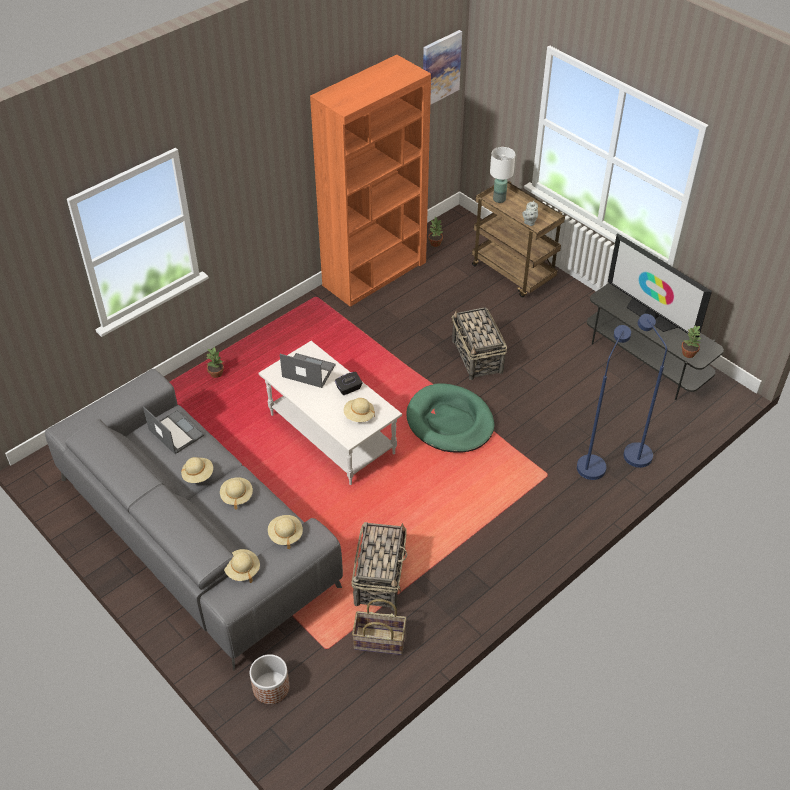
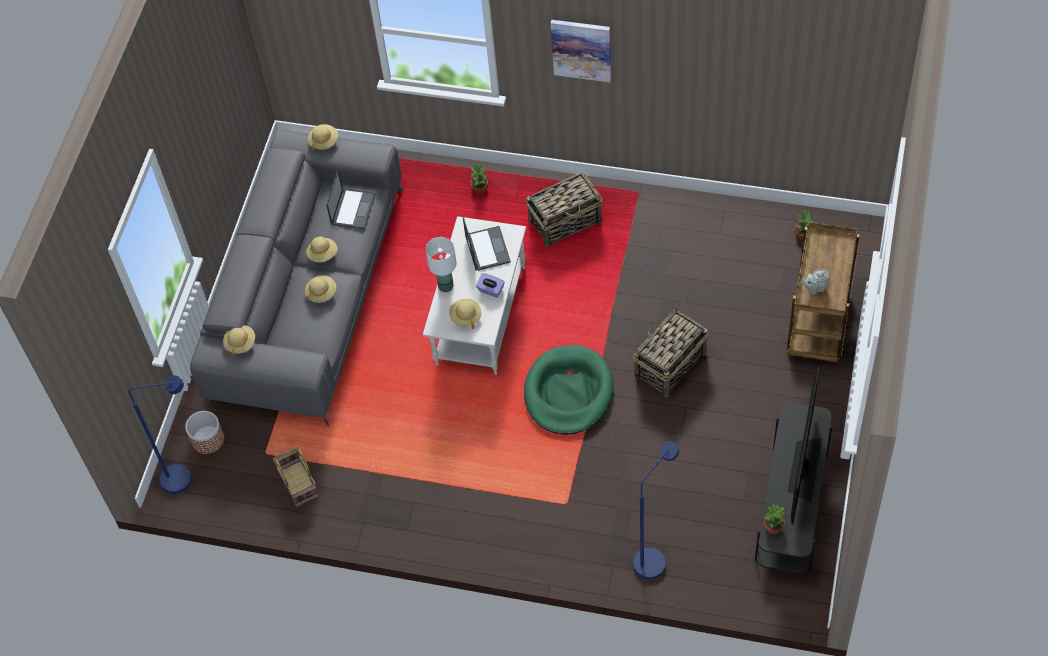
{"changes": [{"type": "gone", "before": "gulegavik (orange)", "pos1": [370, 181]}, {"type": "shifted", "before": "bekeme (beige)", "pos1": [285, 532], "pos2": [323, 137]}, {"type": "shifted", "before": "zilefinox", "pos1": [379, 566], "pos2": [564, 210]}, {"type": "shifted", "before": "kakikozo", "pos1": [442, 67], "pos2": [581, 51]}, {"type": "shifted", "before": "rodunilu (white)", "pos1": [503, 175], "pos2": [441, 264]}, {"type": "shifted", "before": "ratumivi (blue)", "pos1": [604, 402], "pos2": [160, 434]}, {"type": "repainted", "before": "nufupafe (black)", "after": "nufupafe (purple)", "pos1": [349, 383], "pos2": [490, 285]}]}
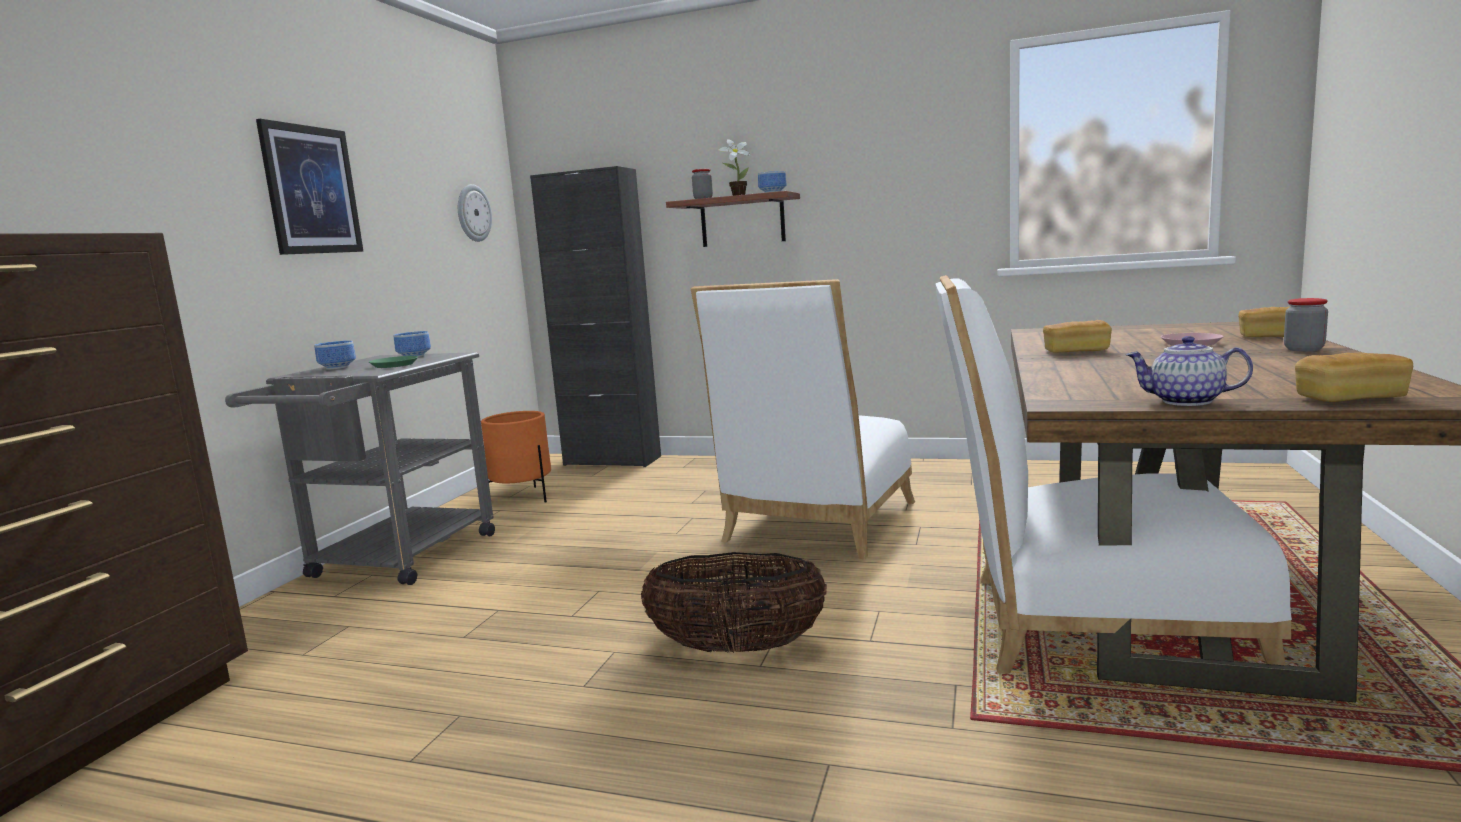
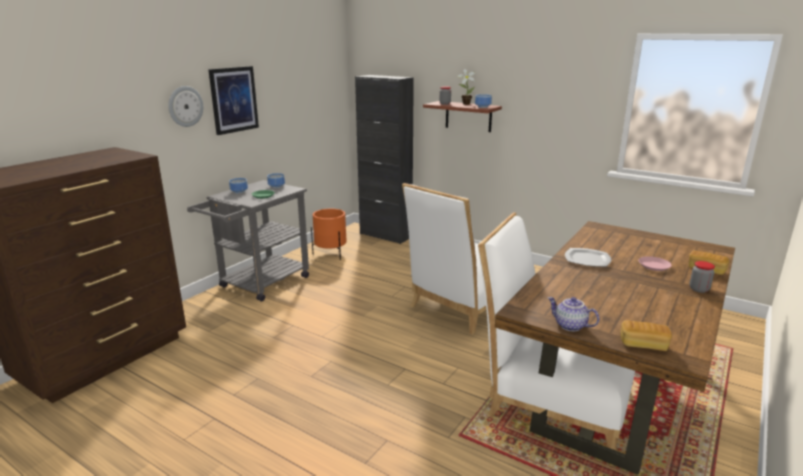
{"changes": [{"type": "gone", "before": "zilefinox", "pos1": [734, 602]}, {"type": "shifted", "before": "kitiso", "pos1": [475, 213], "pos2": [185, 106]}, {"type": "swapped", "before": "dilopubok", "after": "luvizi", "pos1": [1077, 336], "pos2": [588, 257]}]}
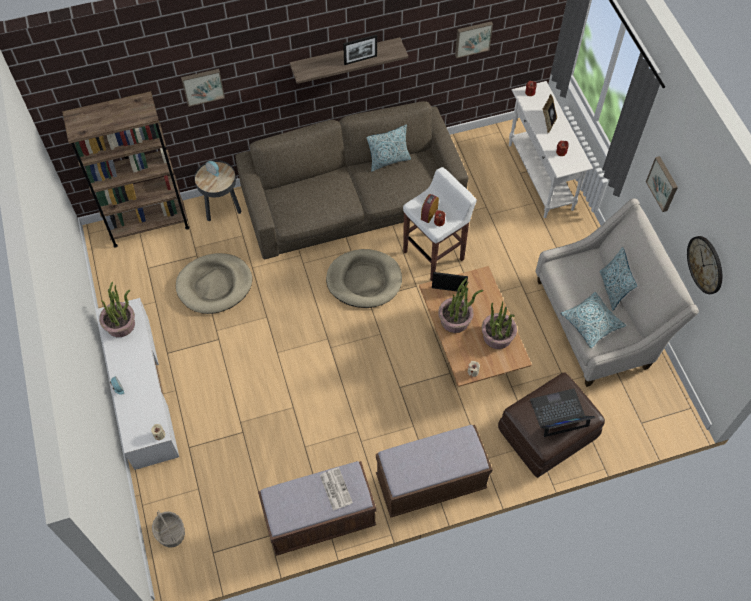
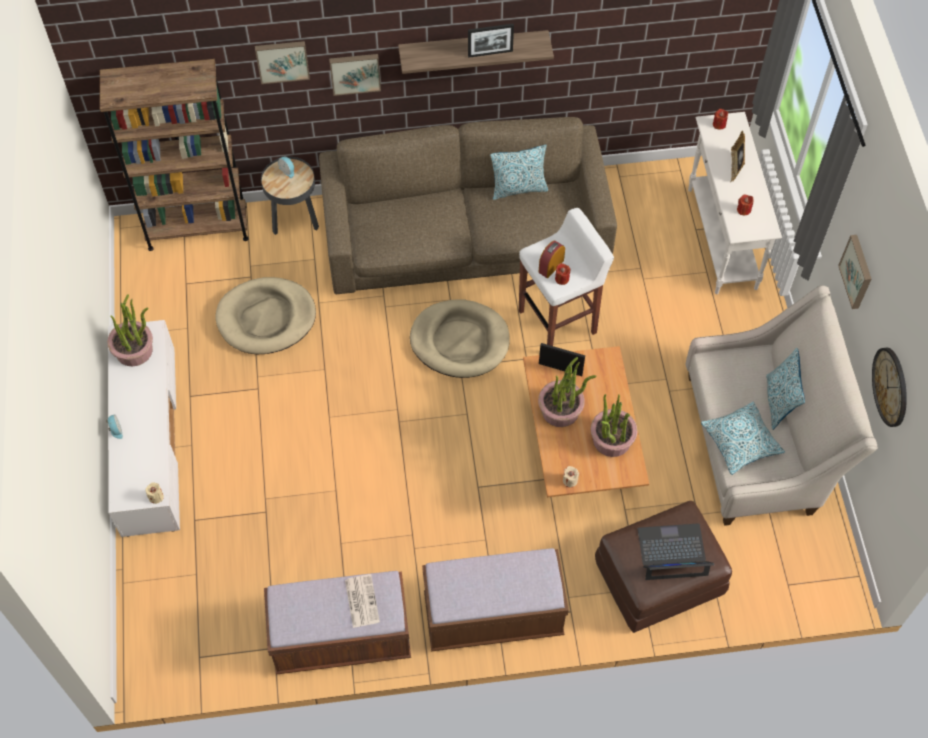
{"changes": [{"type": "gone", "before": "zilefinox", "pos1": [168, 529]}, {"type": "shifted", "before": "kakikozo", "pos1": [474, 39], "pos2": [355, 75]}]}
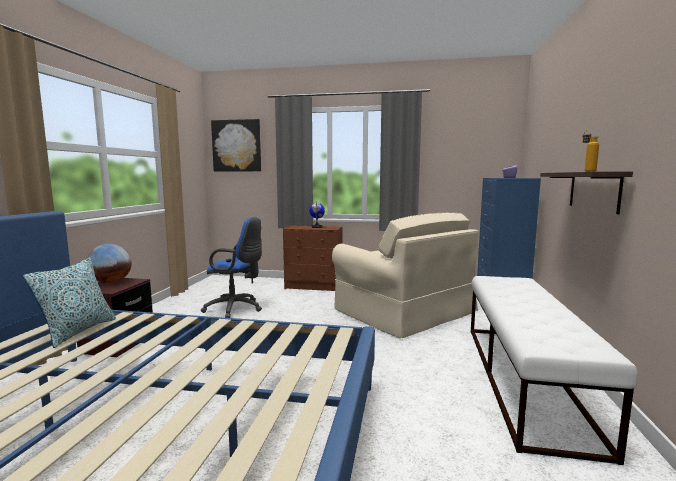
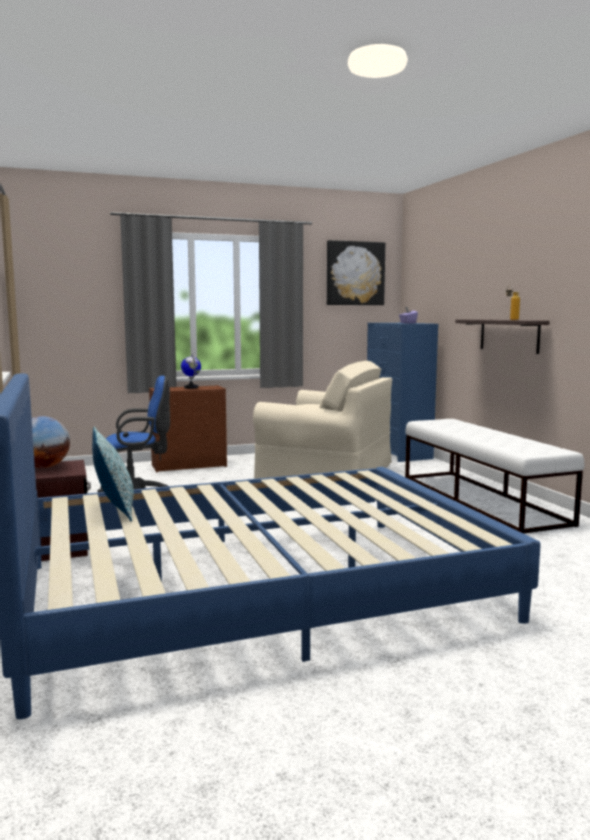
{"changes": [{"type": "shifted", "before": "kakikozo", "pos1": [236, 145], "pos2": [356, 272]}]}
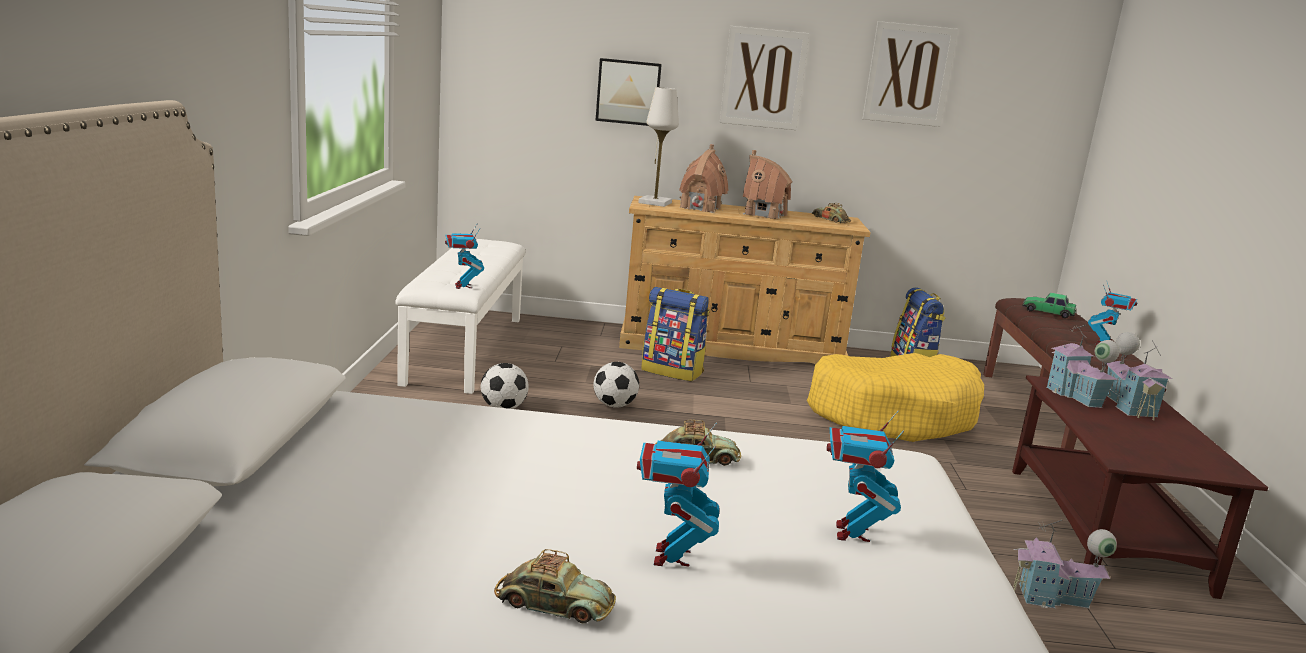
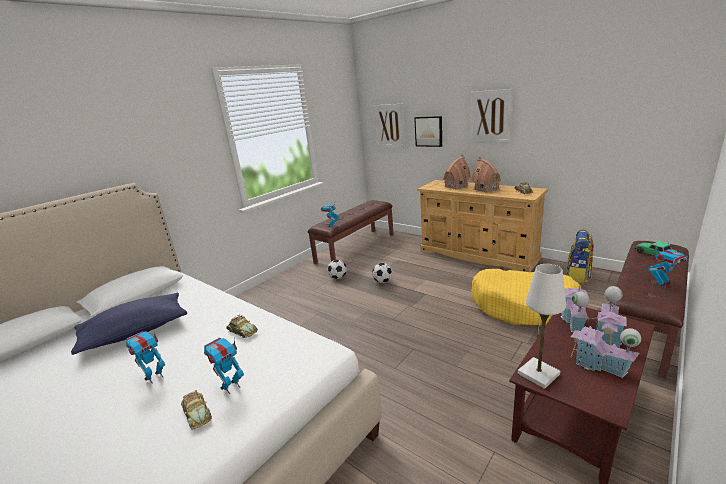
{"changes": [{"type": "gone", "before": "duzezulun", "pos1": [675, 334]}, {"type": "new", "after": "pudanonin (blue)", "pos2": [129, 324]}, {"type": "shifted", "before": "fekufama", "pos1": [555, 586], "pos2": [196, 409]}, {"type": "shifted", "before": "rodunilu (white)", "pos1": [658, 147], "pos2": [542, 326]}, {"type": "shifted", "before": "kakikozo", "pos1": [910, 74], "pos2": [389, 126]}, {"type": "shifted", "before": "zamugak", "pos1": [1065, 564], "pos2": [606, 347]}, {"type": "repainted", "before": "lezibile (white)", "after": "lezibile (brown)", "pos1": [460, 316], "pos2": [351, 232]}]}
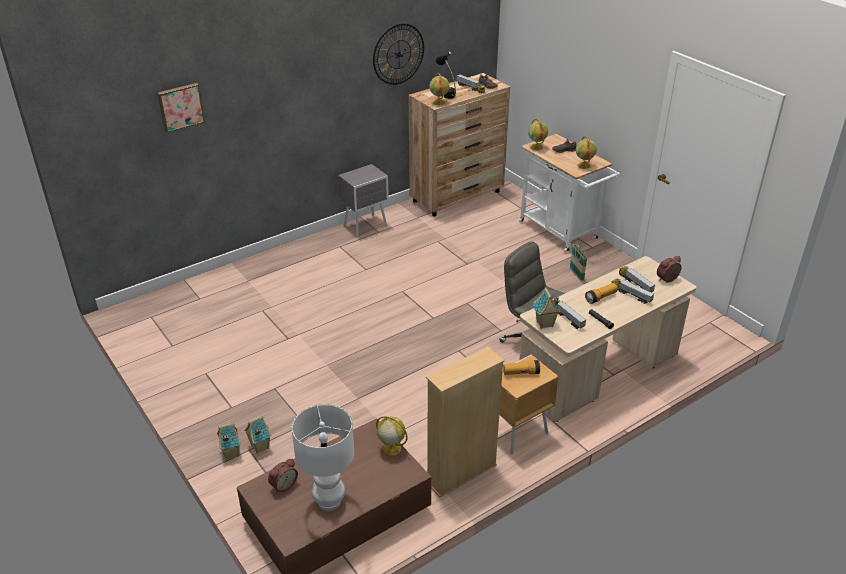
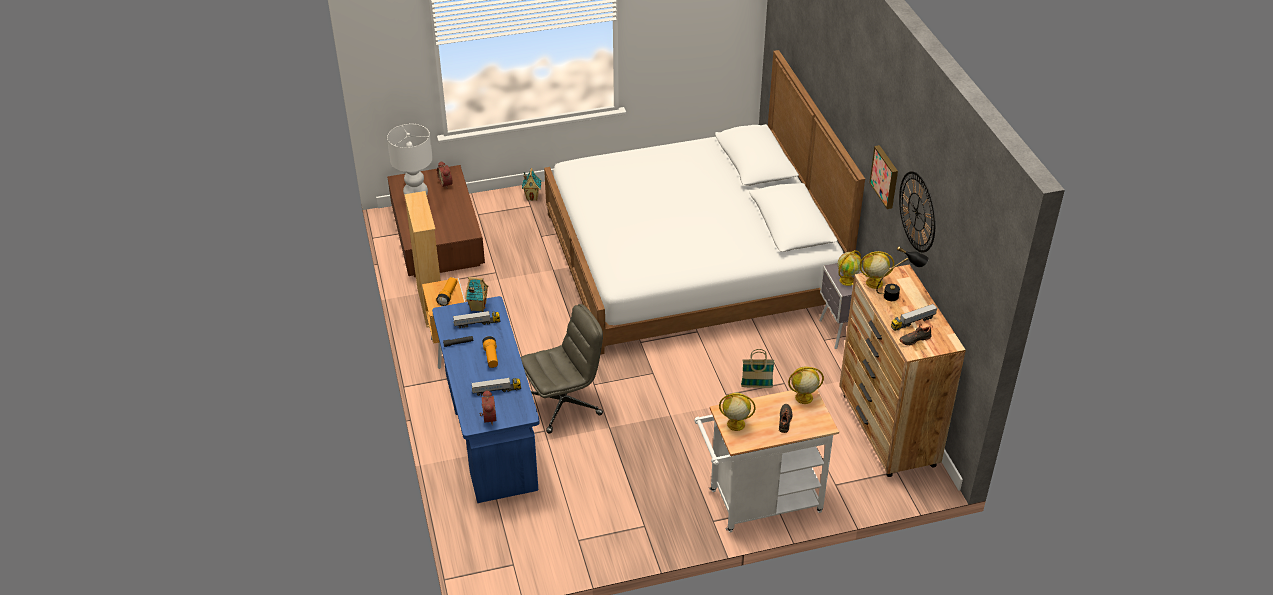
{"changes": [{"type": "gone", "before": "zamugak", "pos1": [258, 435]}, {"type": "gone", "before": "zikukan", "pos1": [633, 291]}, {"type": "new", "after": "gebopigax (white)", "pos2": [704, 202]}, {"type": "shifted", "before": "kakikozo", "pos1": [181, 108], "pos2": [883, 177]}, {"type": "shifted", "before": "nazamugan", "pos1": [392, 436], "pos2": [850, 268]}, {"type": "shifted", "before": "zilefinox", "pos1": [578, 260], "pos2": [758, 368]}, {"type": "repainted", "before": "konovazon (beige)", "after": "konovazon (blue)", "pos1": [607, 339], "pos2": [486, 399]}]}
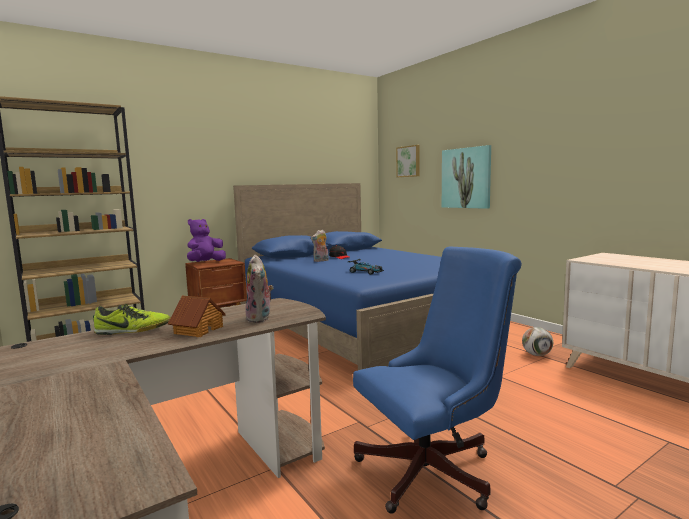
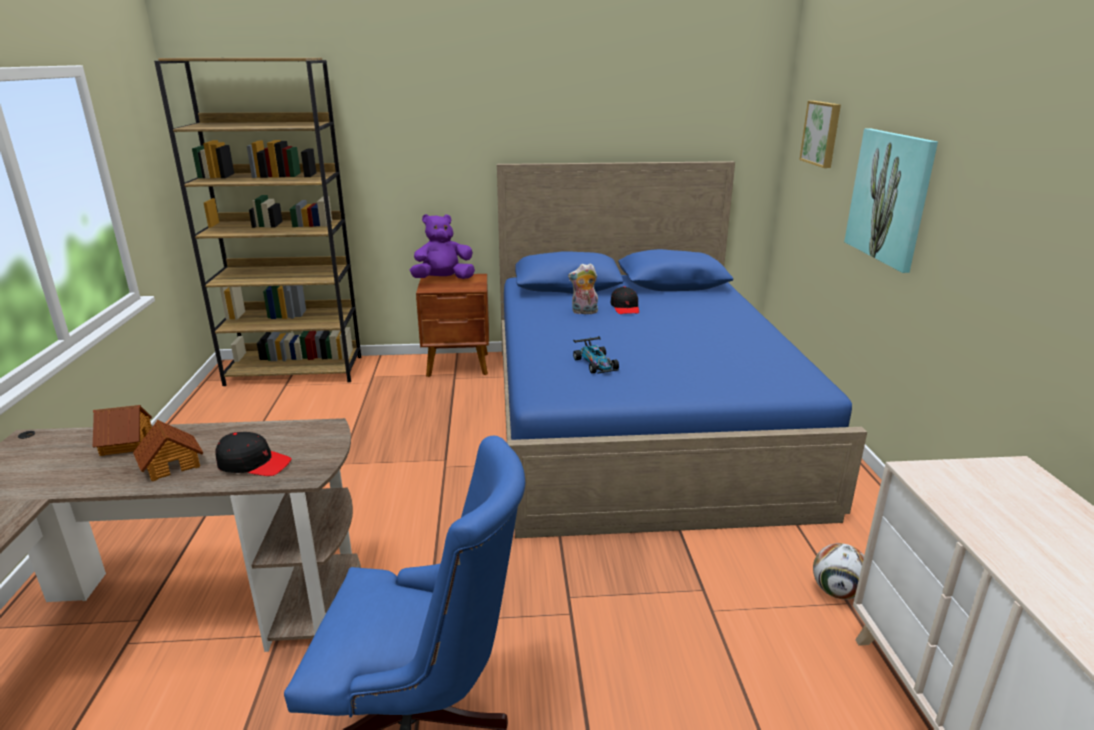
{"changes": [{"type": "swapped", "before": "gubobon", "after": "zamugak", "pos1": [132, 319], "pos2": [122, 430]}, {"type": "swapped", "before": "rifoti", "after": "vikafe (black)", "pos1": [259, 289], "pos2": [253, 454]}]}
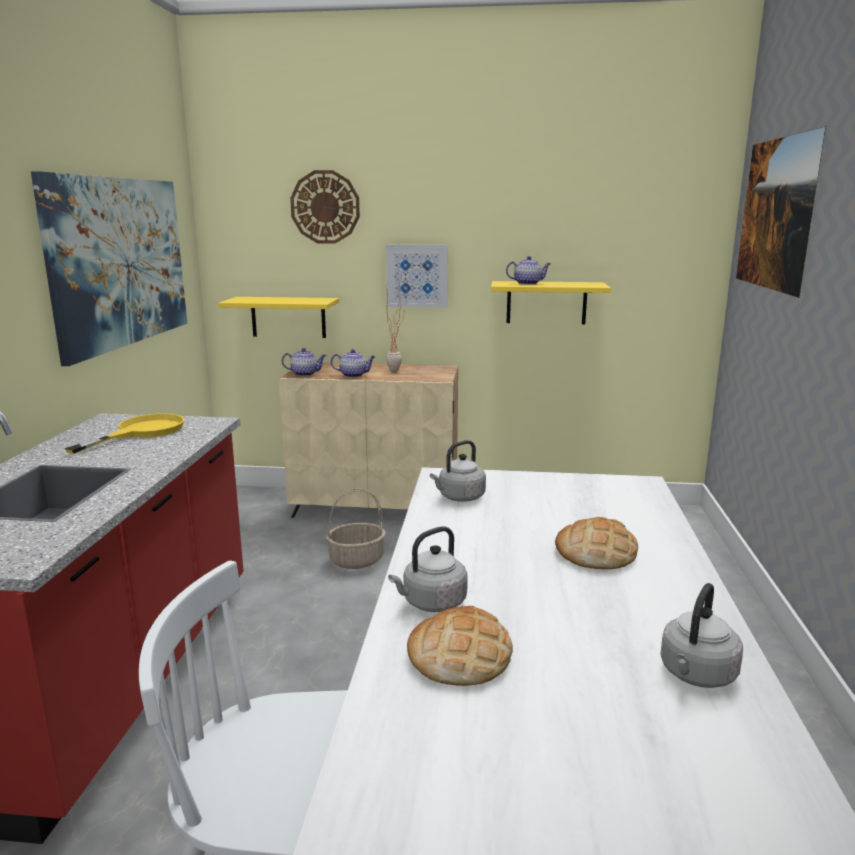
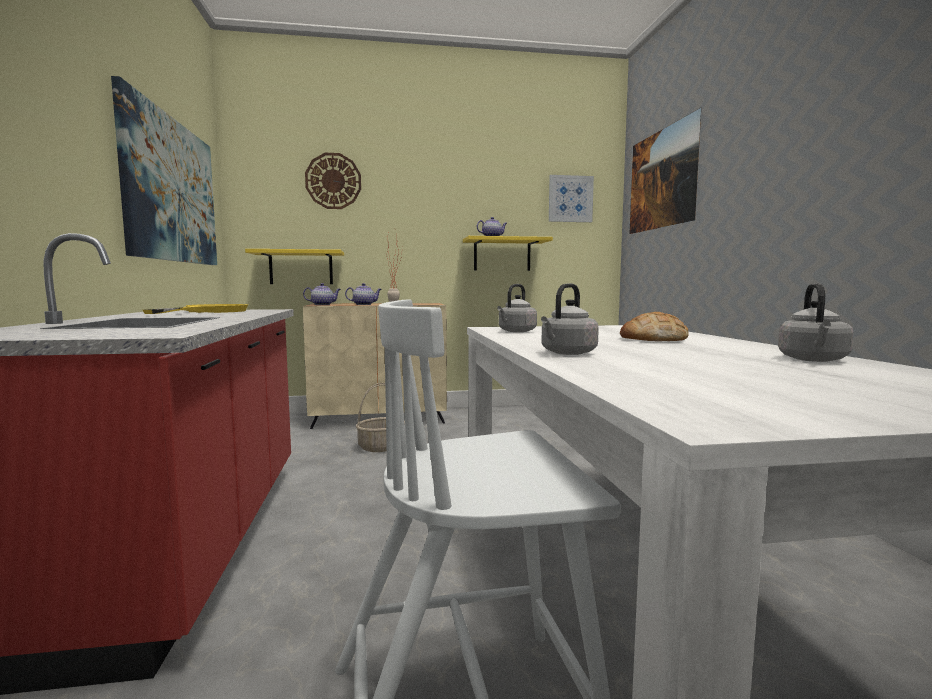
{"changes": [{"type": "gone", "before": "dilopubok", "pos1": [460, 646]}, {"type": "shifted", "before": "kakikozo", "pos1": [417, 276], "pos2": [571, 198]}]}
